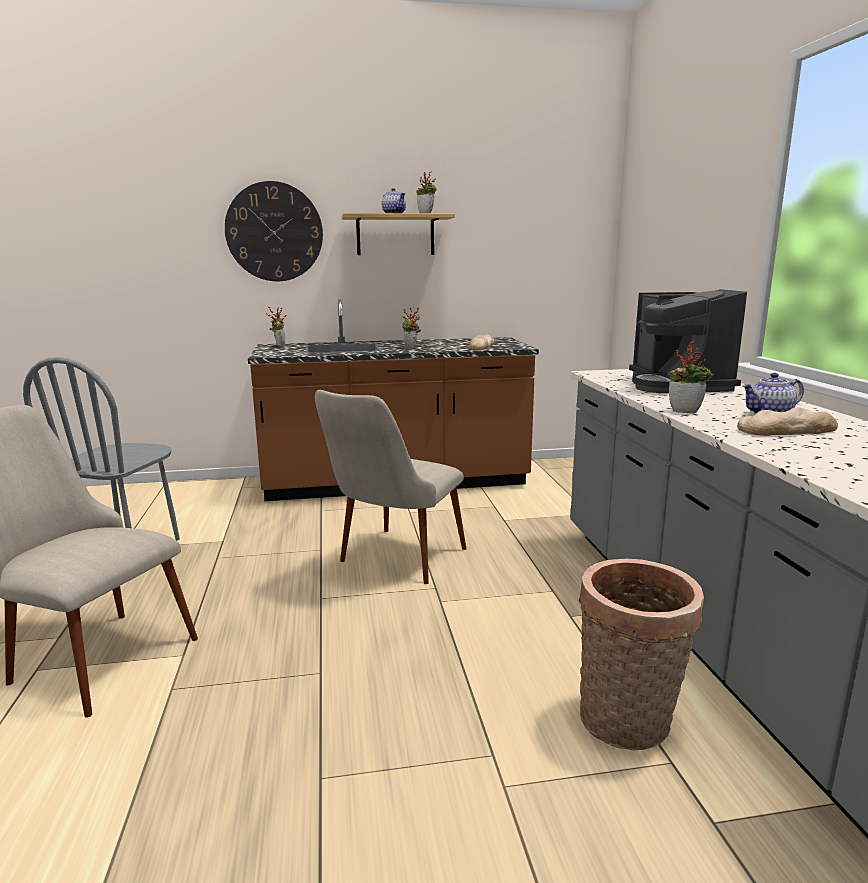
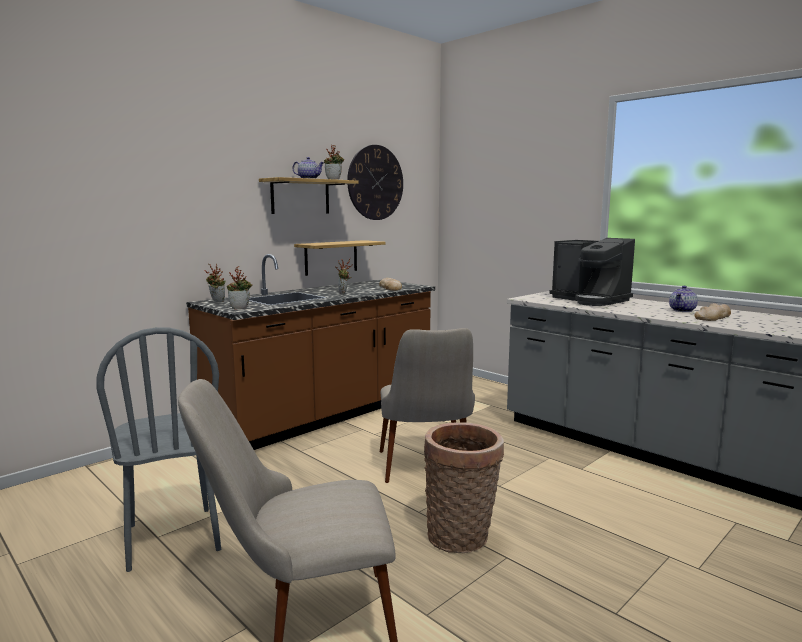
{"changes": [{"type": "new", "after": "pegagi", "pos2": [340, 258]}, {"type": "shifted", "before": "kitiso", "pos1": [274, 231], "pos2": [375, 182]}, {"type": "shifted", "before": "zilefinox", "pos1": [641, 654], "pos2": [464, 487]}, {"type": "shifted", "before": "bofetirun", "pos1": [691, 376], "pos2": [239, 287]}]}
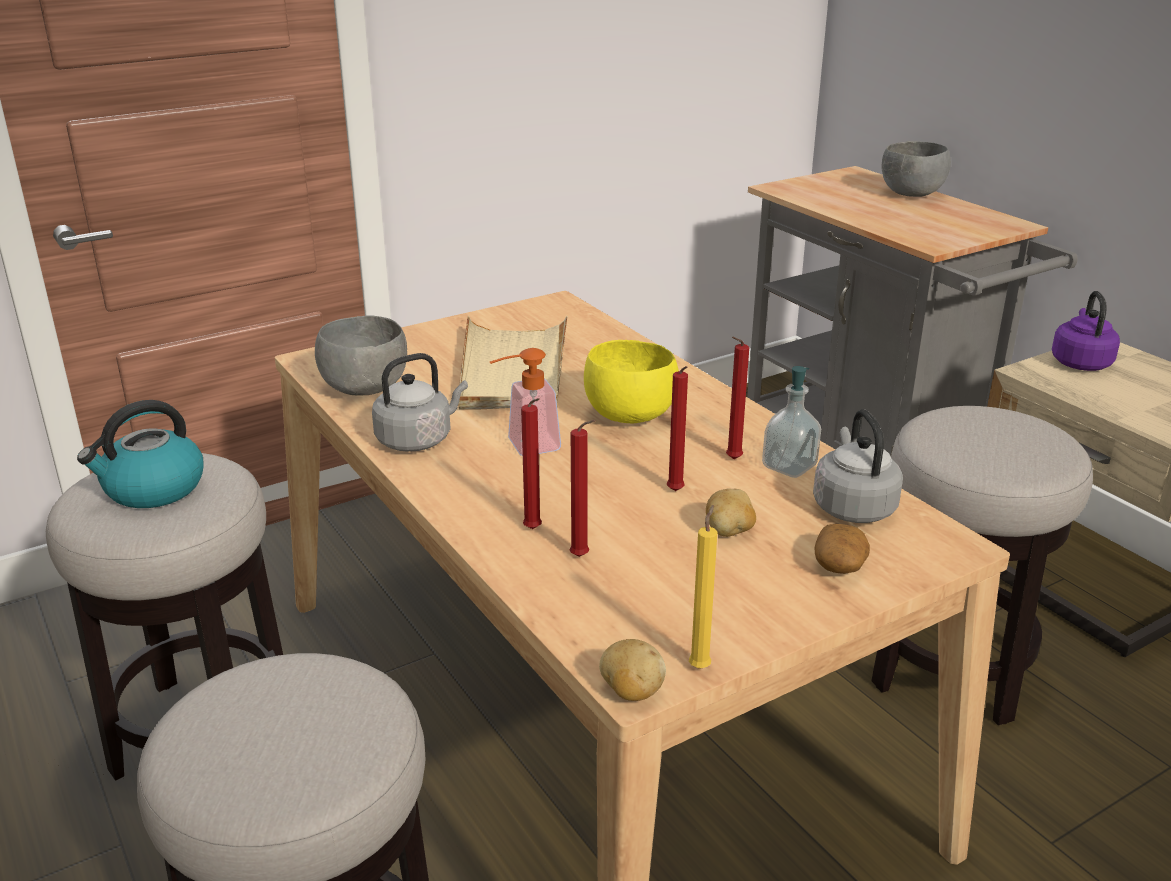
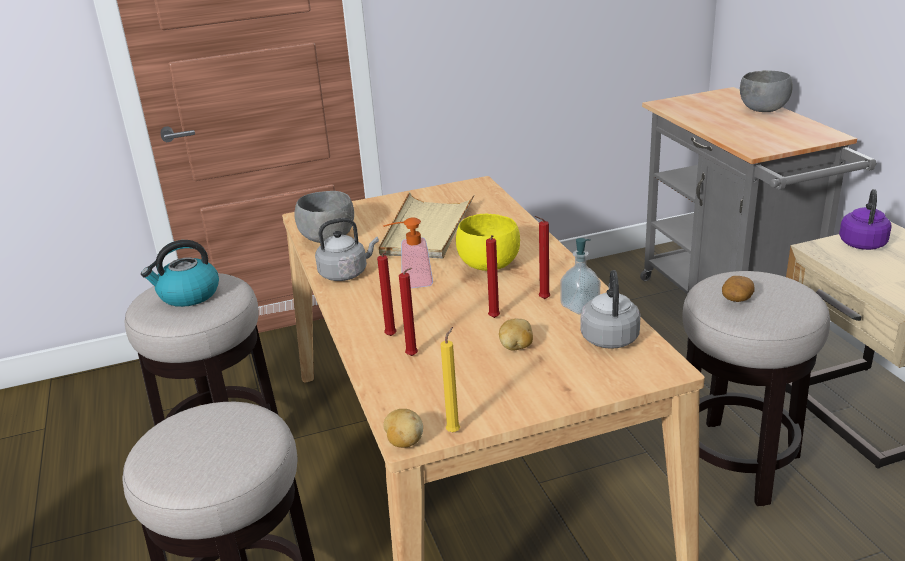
{"changes": [{"type": "shifted", "before": "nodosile", "pos1": [842, 549], "pos2": [738, 289]}]}
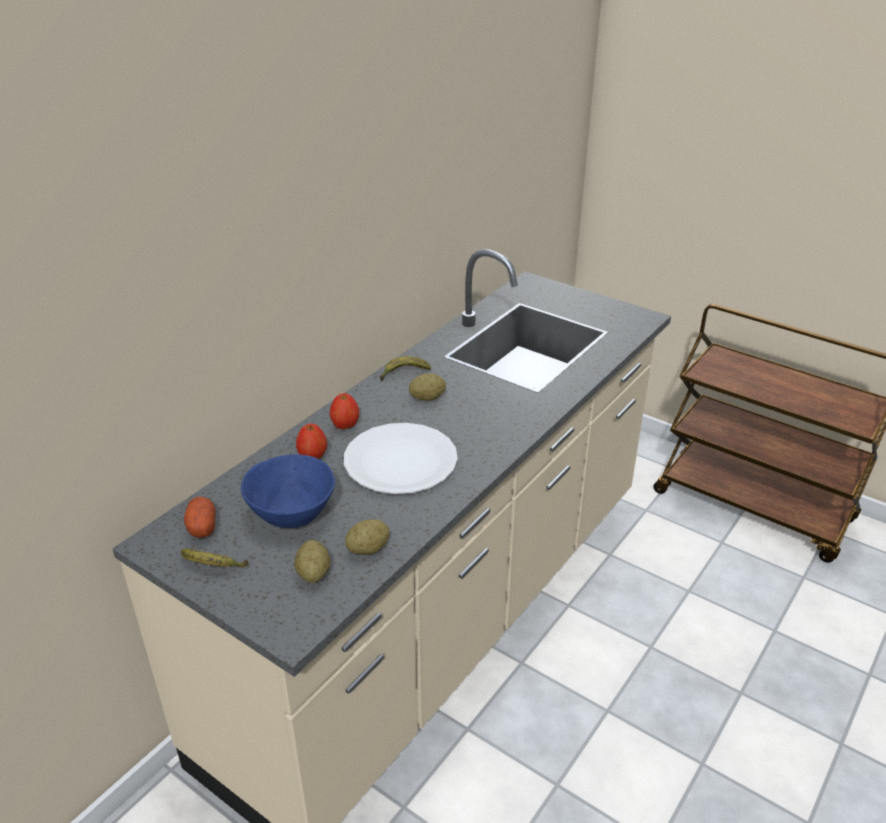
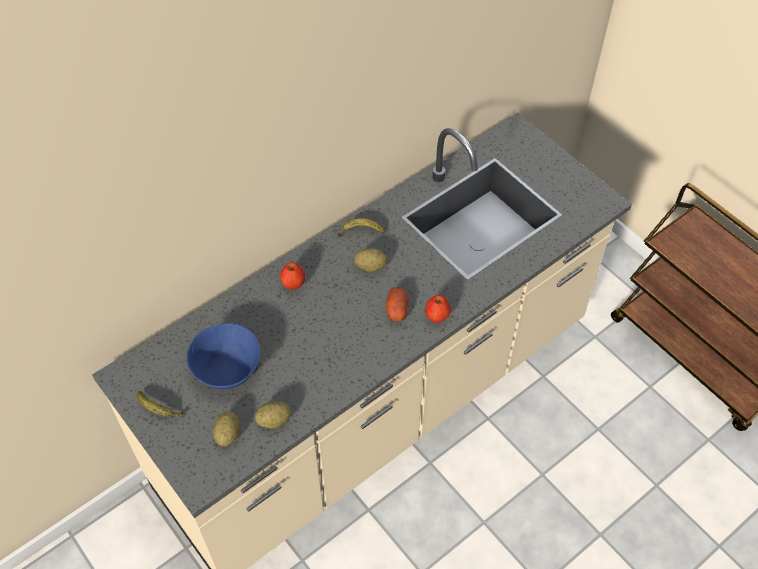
{"changes": [{"type": "gone", "before": "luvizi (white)", "pos1": [401, 458]}, {"type": "shifted", "before": "nodosile", "pos1": [200, 517], "pos2": [397, 304]}, {"type": "shifted", "before": "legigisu", "pos1": [311, 441], "pos2": [438, 309]}]}
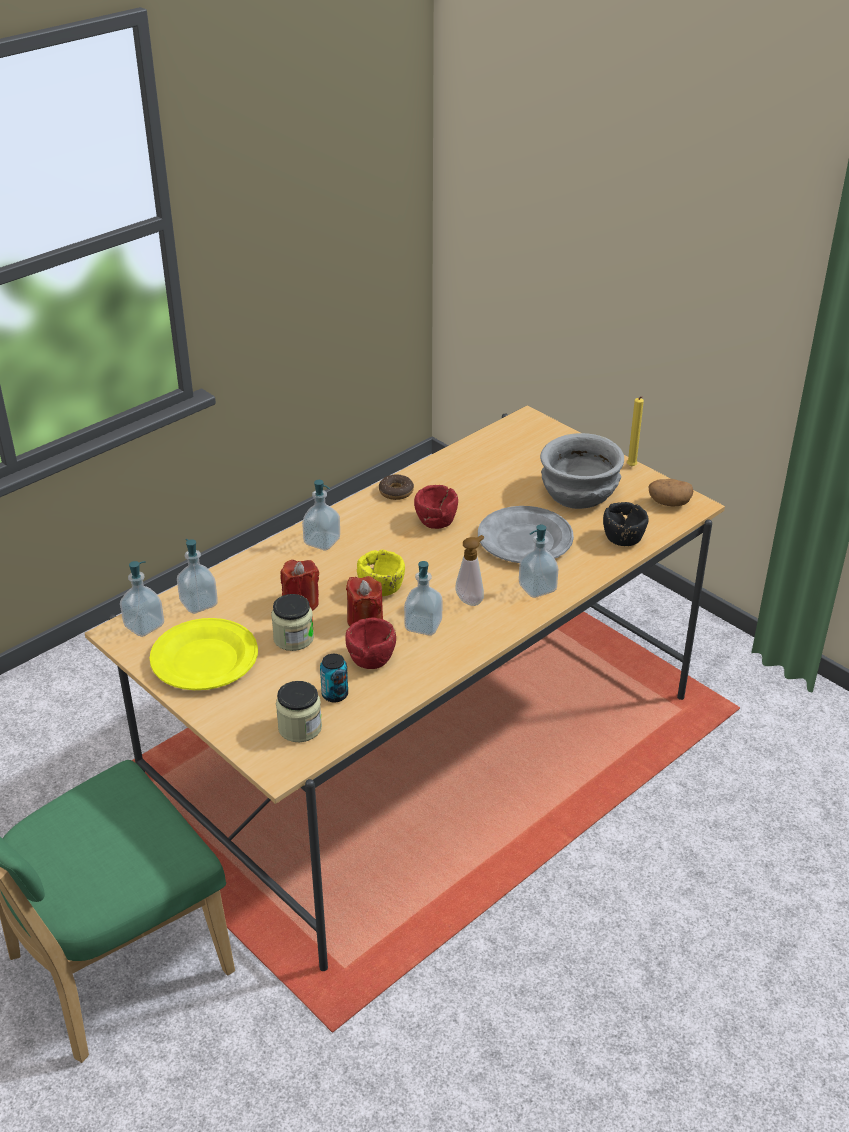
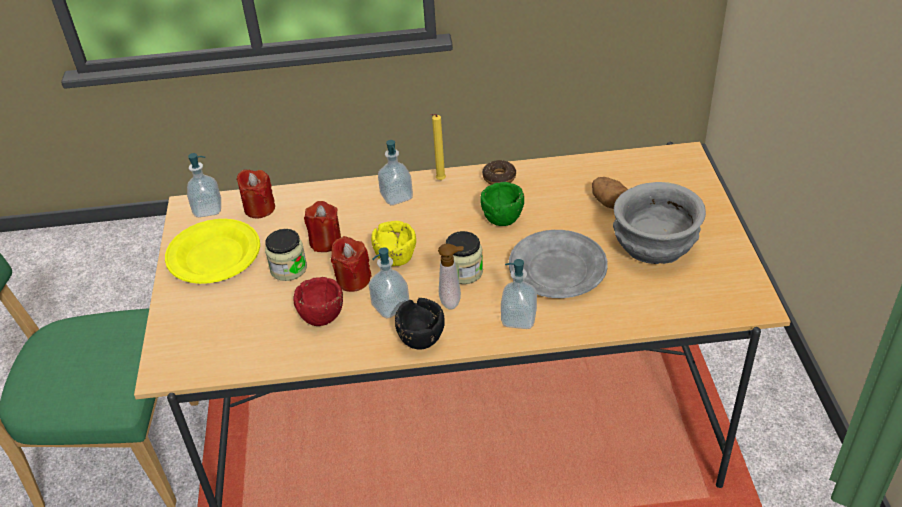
{"changes": [{"type": "gone", "before": "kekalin", "pos1": [334, 678]}, {"type": "shifted", "before": "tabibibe", "pos1": [299, 711], "pos2": [464, 257]}, {"type": "shifted", "before": "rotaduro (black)", "pos1": [625, 524], "pos2": [420, 323]}, {"type": "shifted", "before": "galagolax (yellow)", "pos1": [635, 431], "pos2": [438, 147]}, {"type": "shifted", "before": "nodosile", "pos1": [670, 492], "pos2": [610, 193]}, {"type": "swapped", "before": "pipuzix", "after": "galagolax (red)", "pos1": [197, 576], "pos2": [256, 194]}, {"type": "repainted", "before": "rotaduro (red)", "after": "rotaduro (green)", "pos1": [436, 507], "pos2": [502, 204]}]}
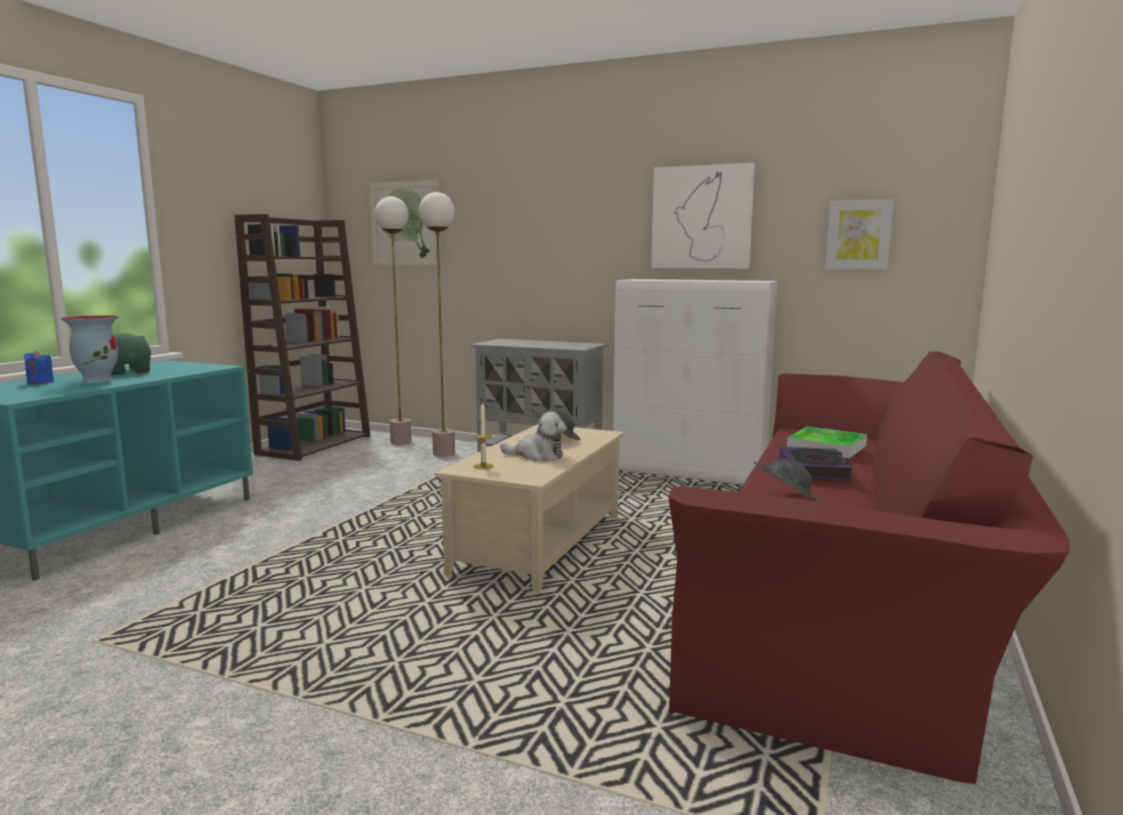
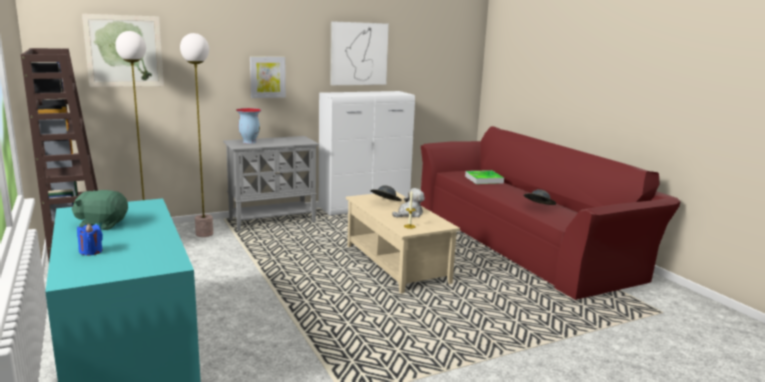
{"changes": [{"type": "gone", "before": "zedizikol", "pos1": [816, 464]}, {"type": "shifted", "before": "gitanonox", "pos1": [89, 349], "pos2": [248, 126]}, {"type": "shifted", "before": "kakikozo", "pos1": [859, 234], "pos2": [268, 77]}]}
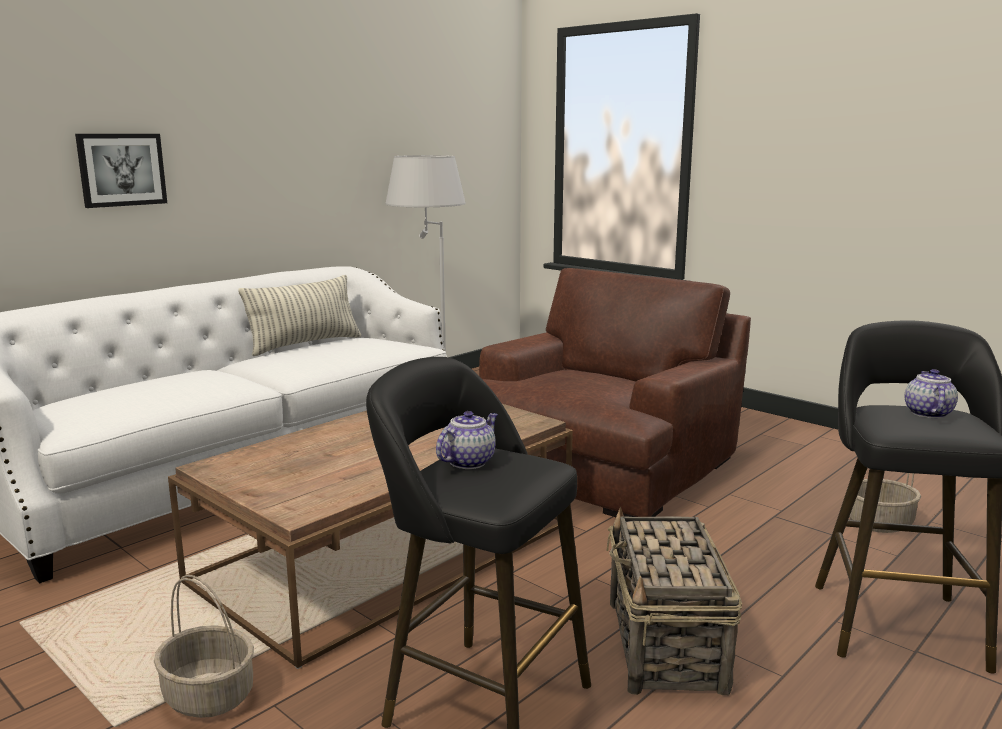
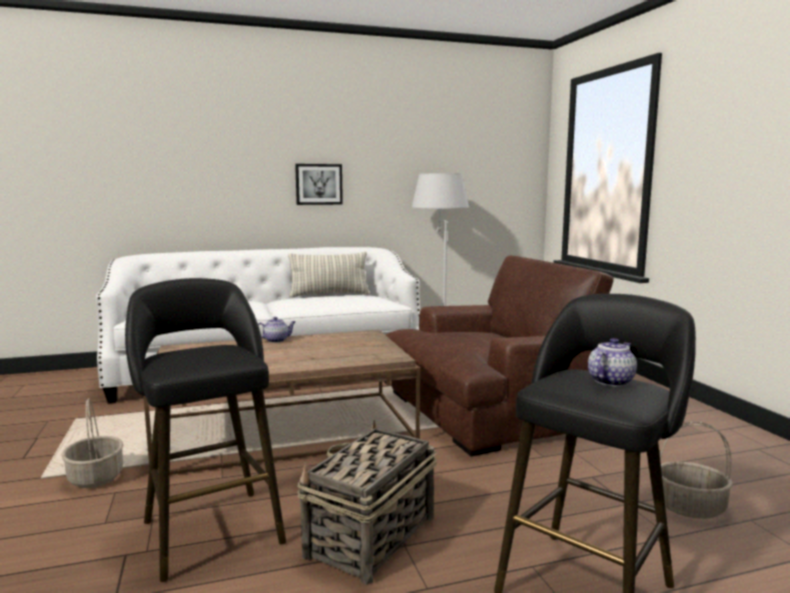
{"changes": [{"type": "shifted", "before": "kakikozo", "pos1": [121, 171], "pos2": [319, 184]}, {"type": "shifted", "before": "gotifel", "pos1": [467, 440], "pos2": [277, 330]}]}
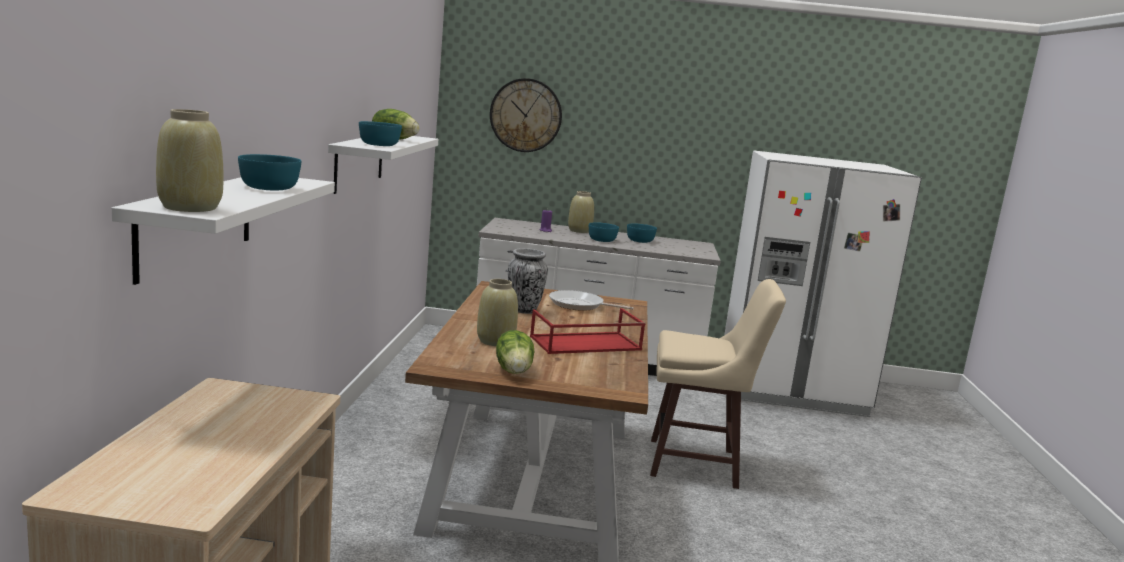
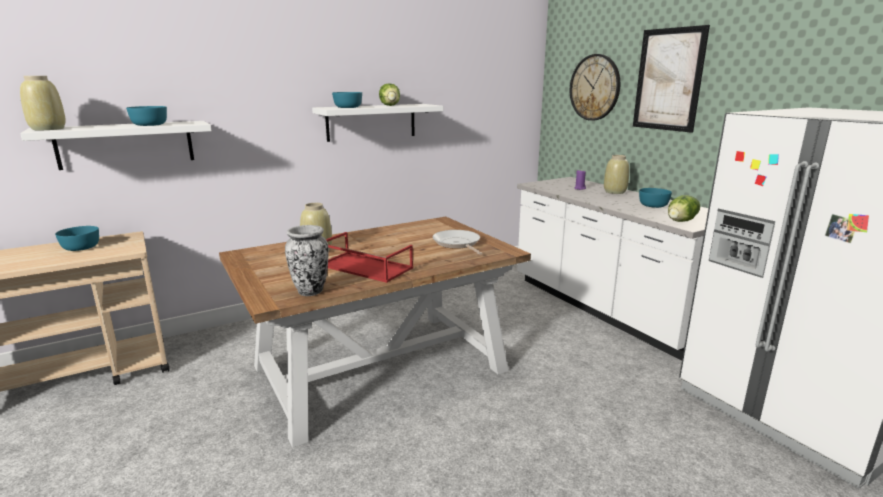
{"changes": [{"type": "gone", "before": "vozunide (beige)", "pos1": [718, 384]}, {"type": "new", "after": "kakikozo", "pos2": [671, 79]}, {"type": "shifted", "before": "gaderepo", "pos1": [515, 352], "pos2": [684, 208]}, {"type": "shifted", "before": "gitanonox", "pos1": [528, 281], "pos2": [307, 260]}, {"type": "shifted", "before": "rotaduro (turquoise)", "pos1": [604, 232], "pos2": [77, 238]}]}
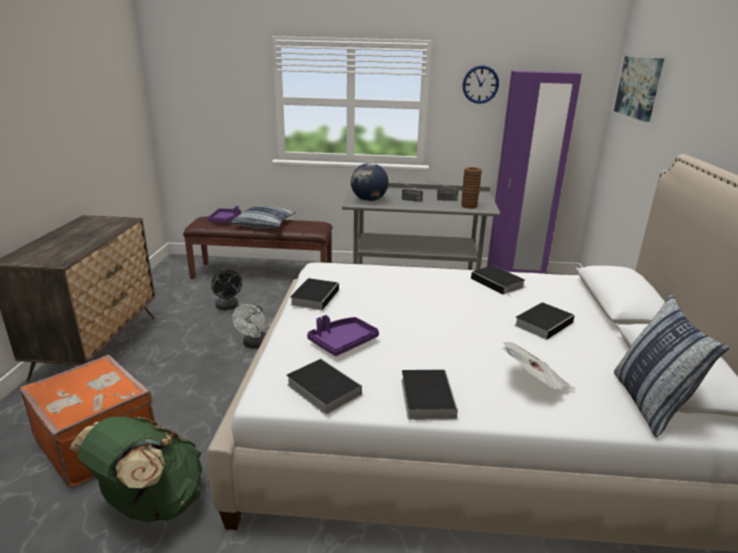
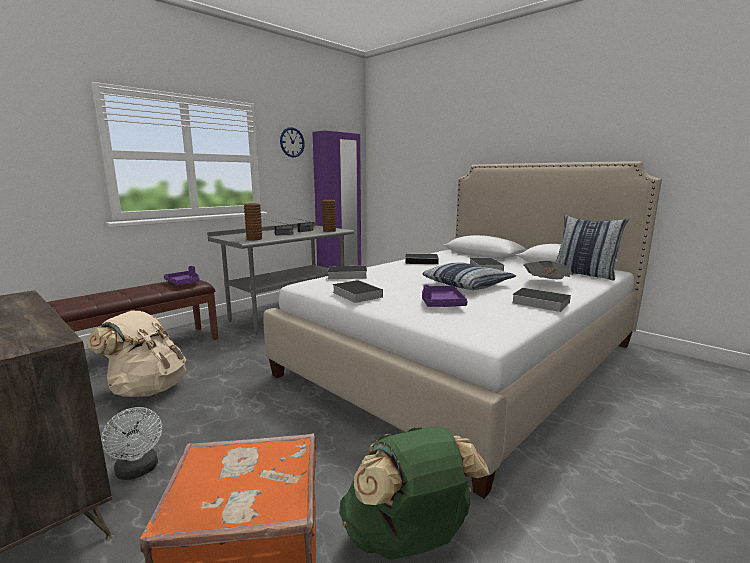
{"changes": [{"type": "gone", "before": "kakikozo", "pos1": [639, 89]}, {"type": "shifted", "before": "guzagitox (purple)", "pos1": [224, 214], "pos2": [181, 275]}, {"type": "shifted", "before": "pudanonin", "pos1": [263, 216], "pos2": [469, 276]}, {"type": "shifted", "before": "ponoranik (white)", "pos1": [249, 326], "pos2": [131, 443]}, {"type": "shifted", "before": "zedizikol", "pos1": [324, 387], "pos2": [347, 272]}, {"type": "swapped", "before": "ponoranik (black)", "after": "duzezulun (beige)", "pos1": [226, 290], "pos2": [136, 354]}, {"type": "swapped", "before": "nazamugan", "after": "gitanonox (brown)", "pos1": [370, 182], "pos2": [253, 221]}]}
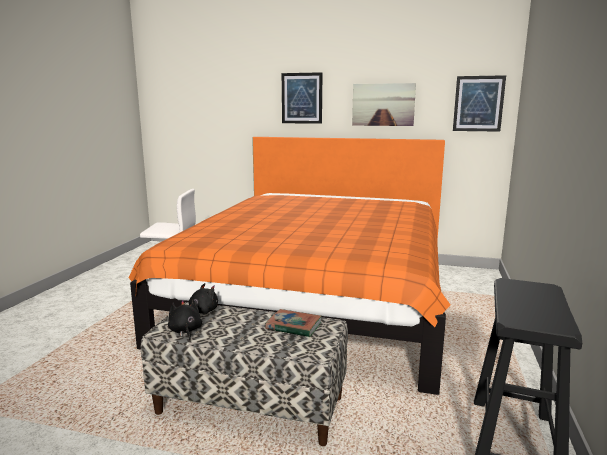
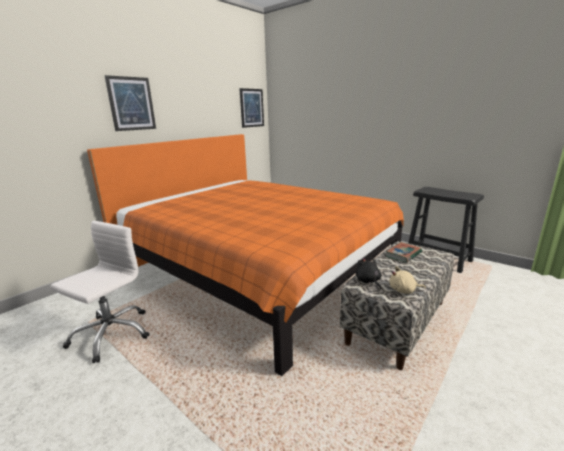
{"changes": [{"type": "gone", "before": "kakikozo", "pos1": [384, 104]}, {"type": "repainted", "before": "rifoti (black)", "after": "rifoti (beige)", "pos1": [185, 320], "pos2": [407, 280]}]}
